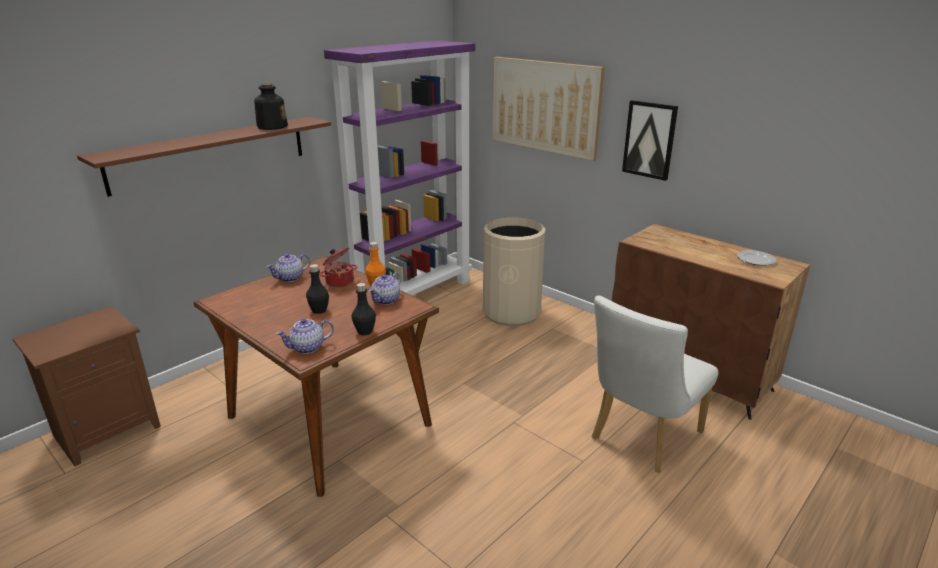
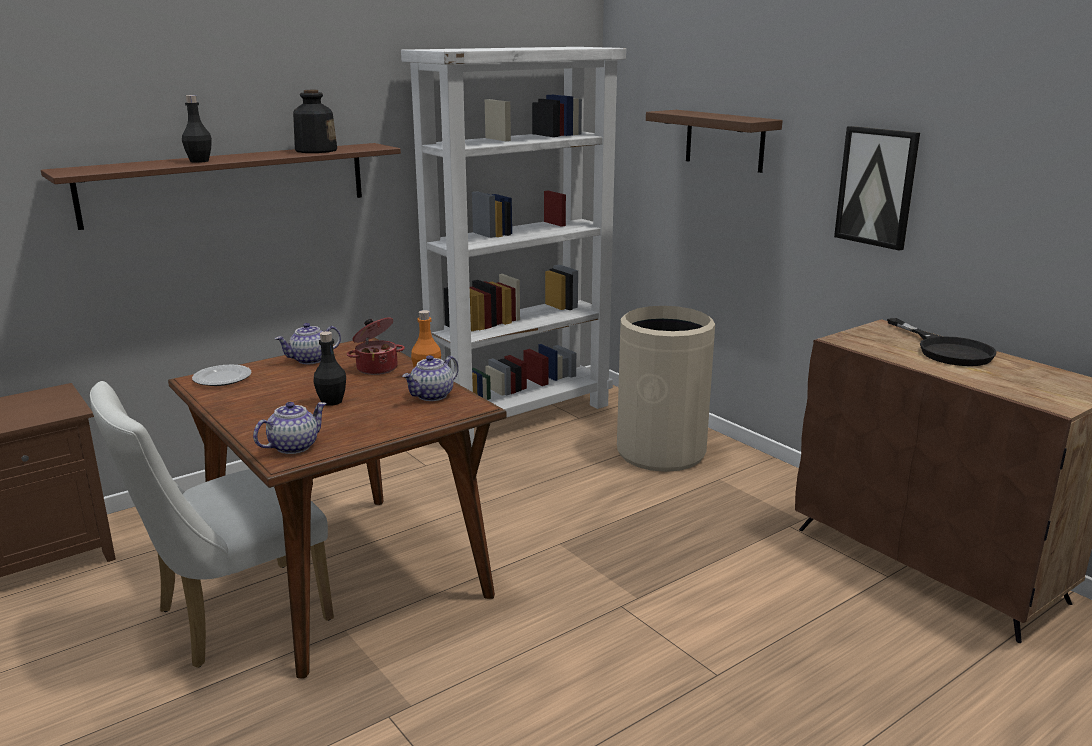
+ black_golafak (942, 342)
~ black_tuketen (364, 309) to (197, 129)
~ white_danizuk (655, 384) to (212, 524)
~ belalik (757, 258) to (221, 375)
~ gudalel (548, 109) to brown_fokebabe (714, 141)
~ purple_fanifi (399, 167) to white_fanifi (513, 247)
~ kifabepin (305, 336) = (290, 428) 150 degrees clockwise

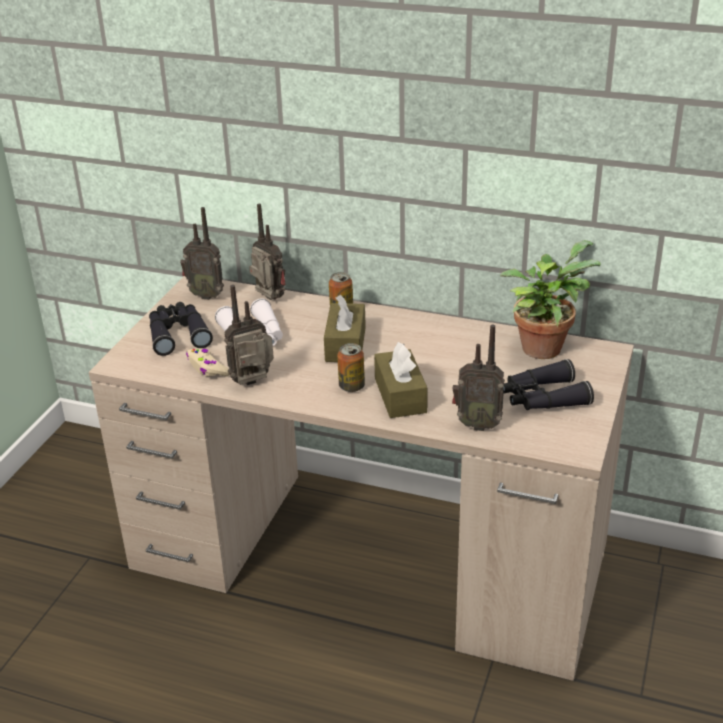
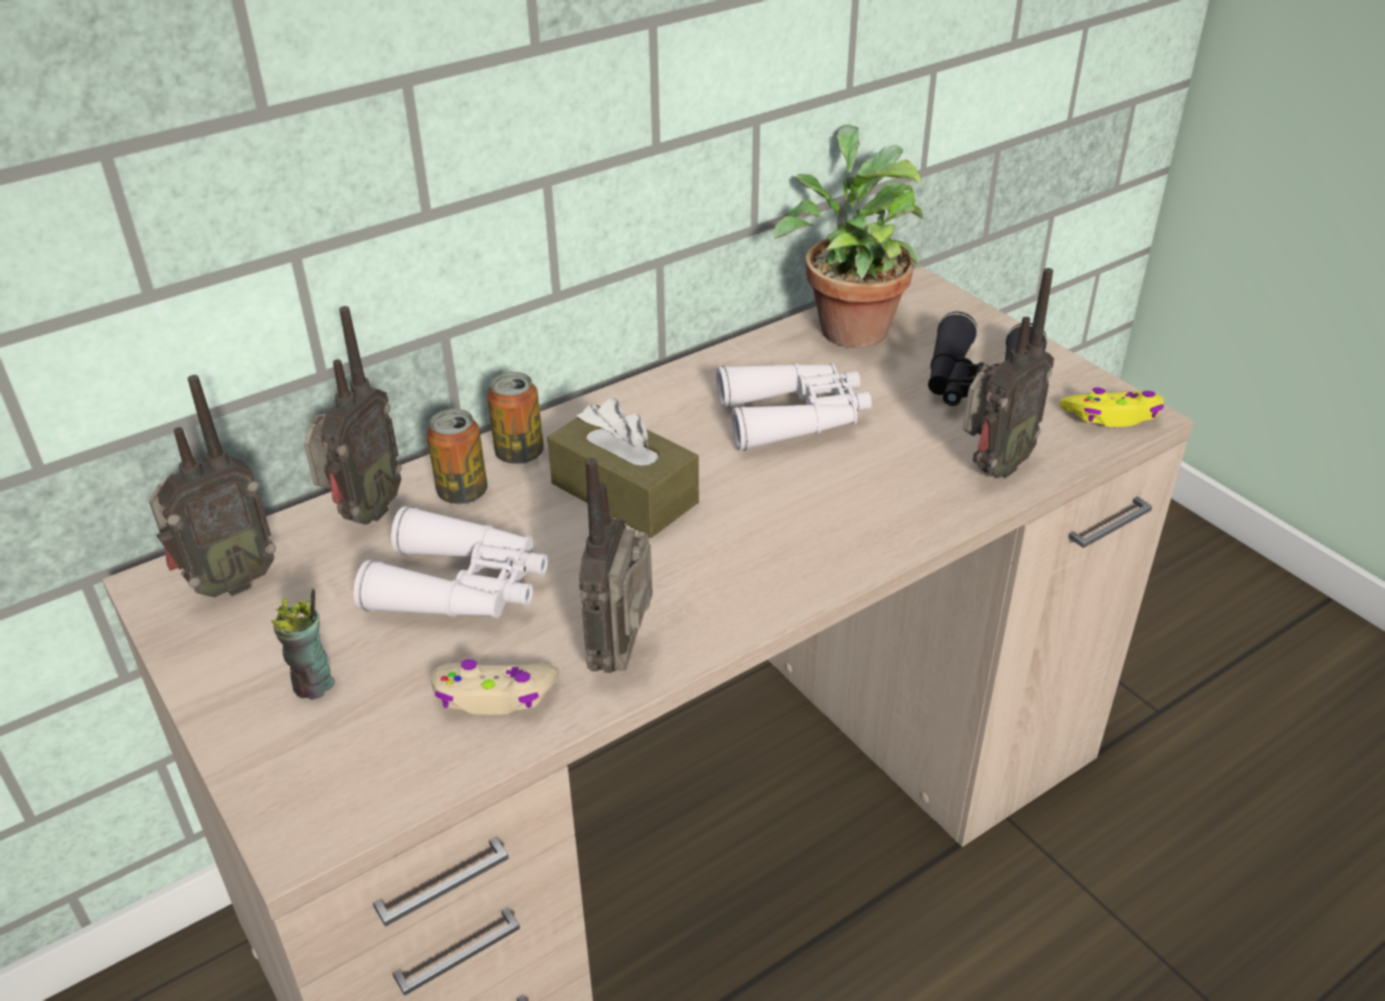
- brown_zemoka (401, 380)
+ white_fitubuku (793, 407)
+ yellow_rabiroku (1112, 407)
~ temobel (351, 367) to (457, 456)
~ black_fitubuku (181, 329) to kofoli (302, 644)
~ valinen (267, 252) = (353, 415) 120 degrees clockwise

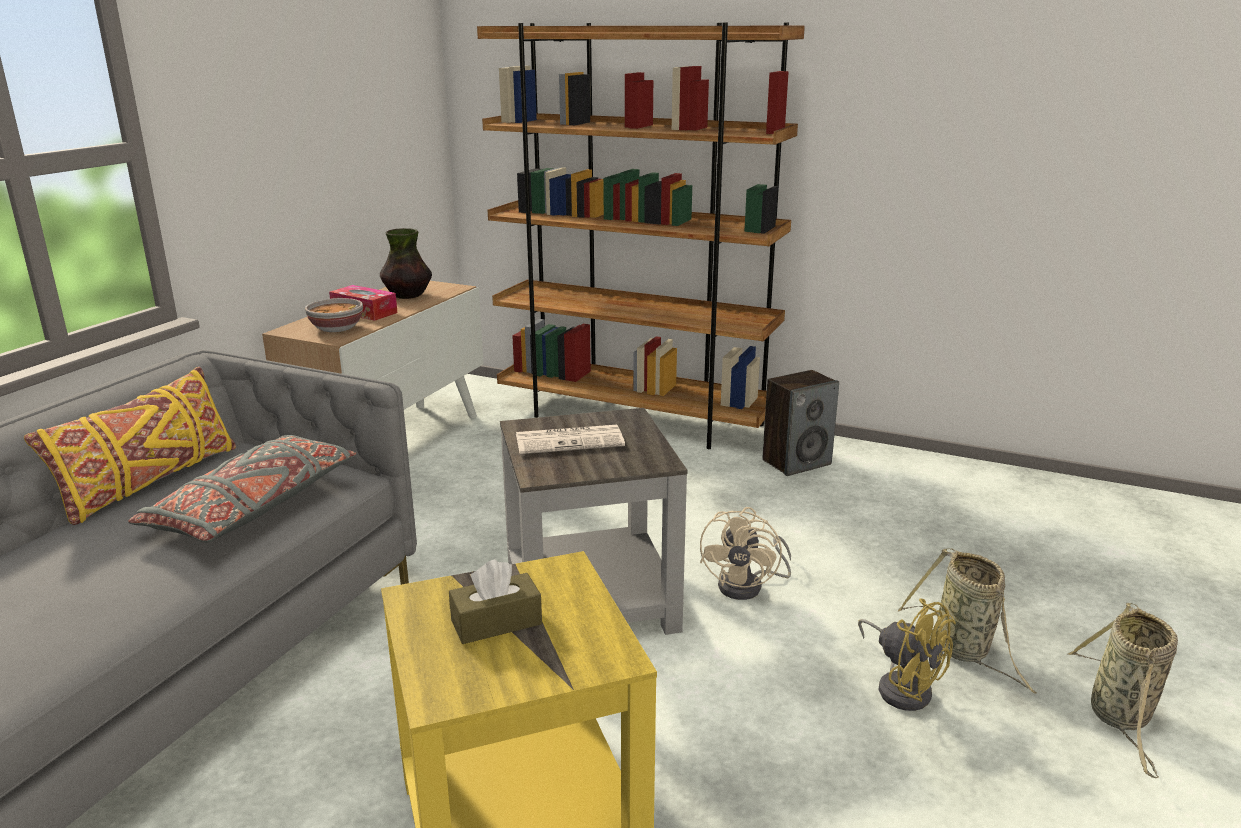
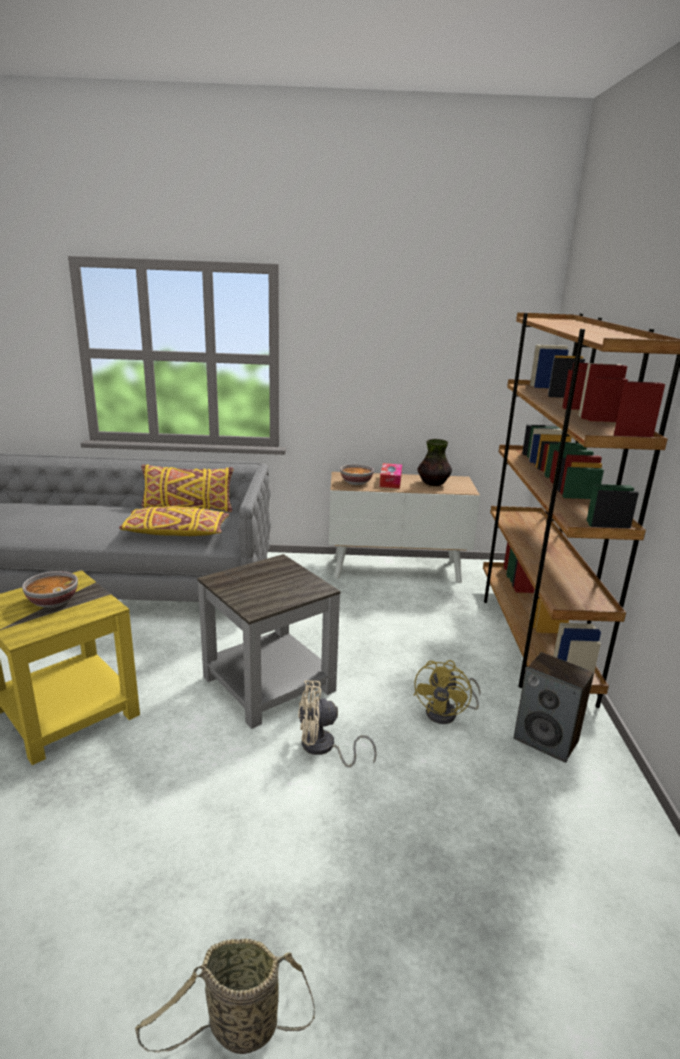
- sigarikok (570, 439)
- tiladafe (967, 621)
~ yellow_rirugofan (907, 654) to (447, 692)
~ brown_zemoka (495, 601) to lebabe (50, 589)
~ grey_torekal (242, 488) to yellow_torekal (174, 521)

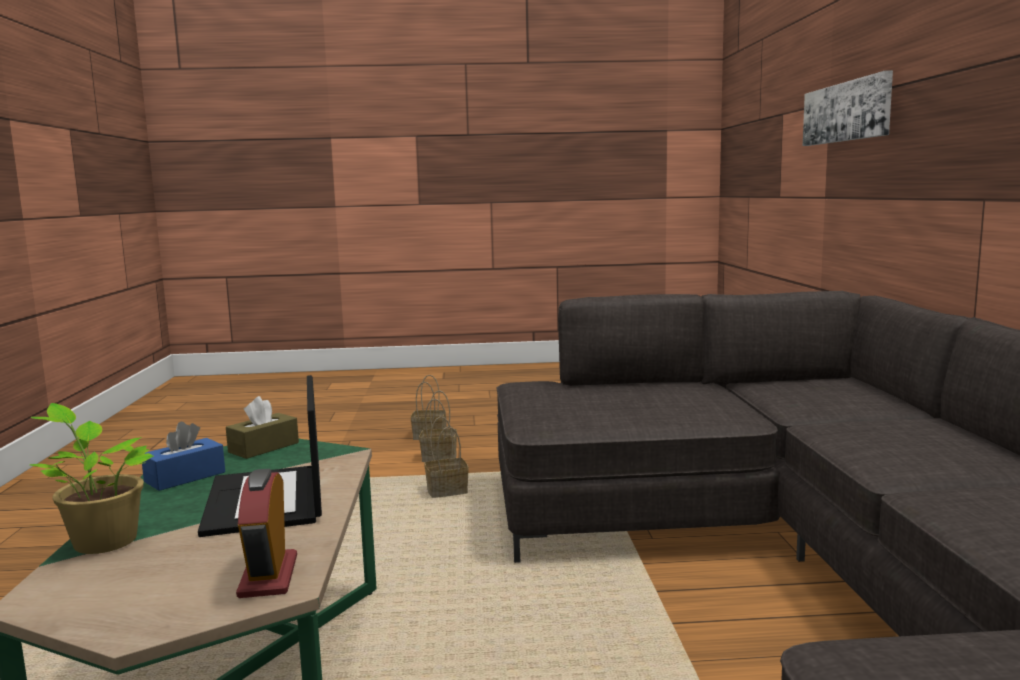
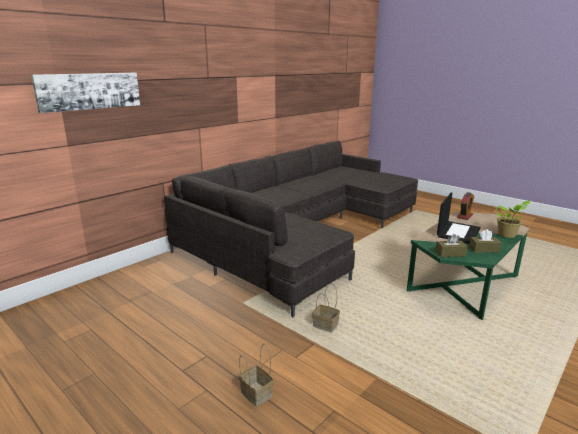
- tiladafe (438, 426)
~ blue_zemoka (183, 456) to brown_zemoka (485, 241)

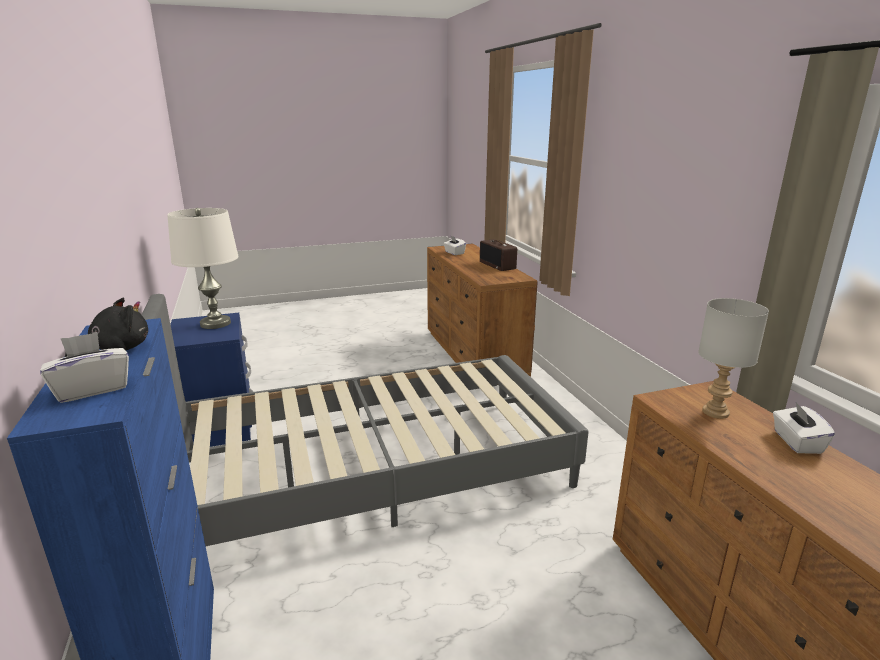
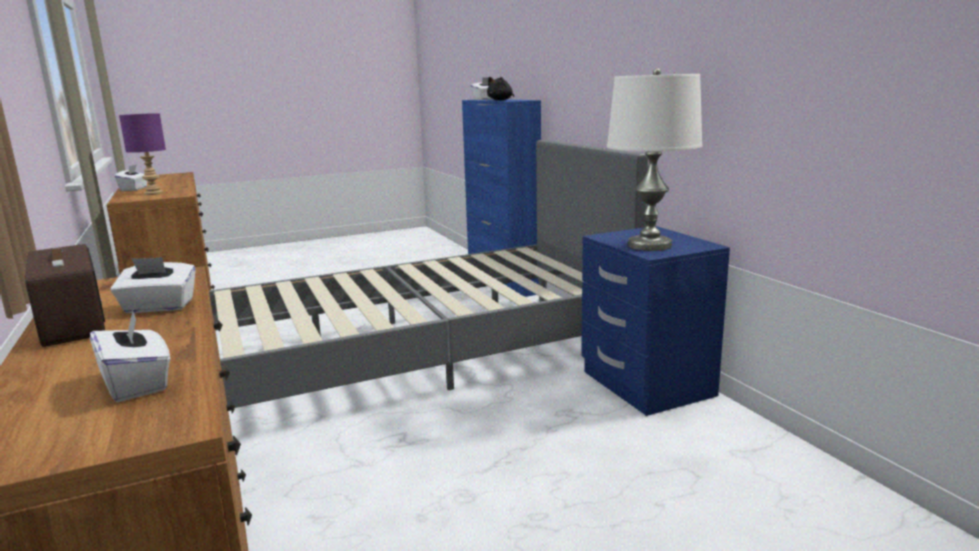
+ white_zemoka (153, 285)
~ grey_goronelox (733, 358) to purple_goronelox (142, 154)

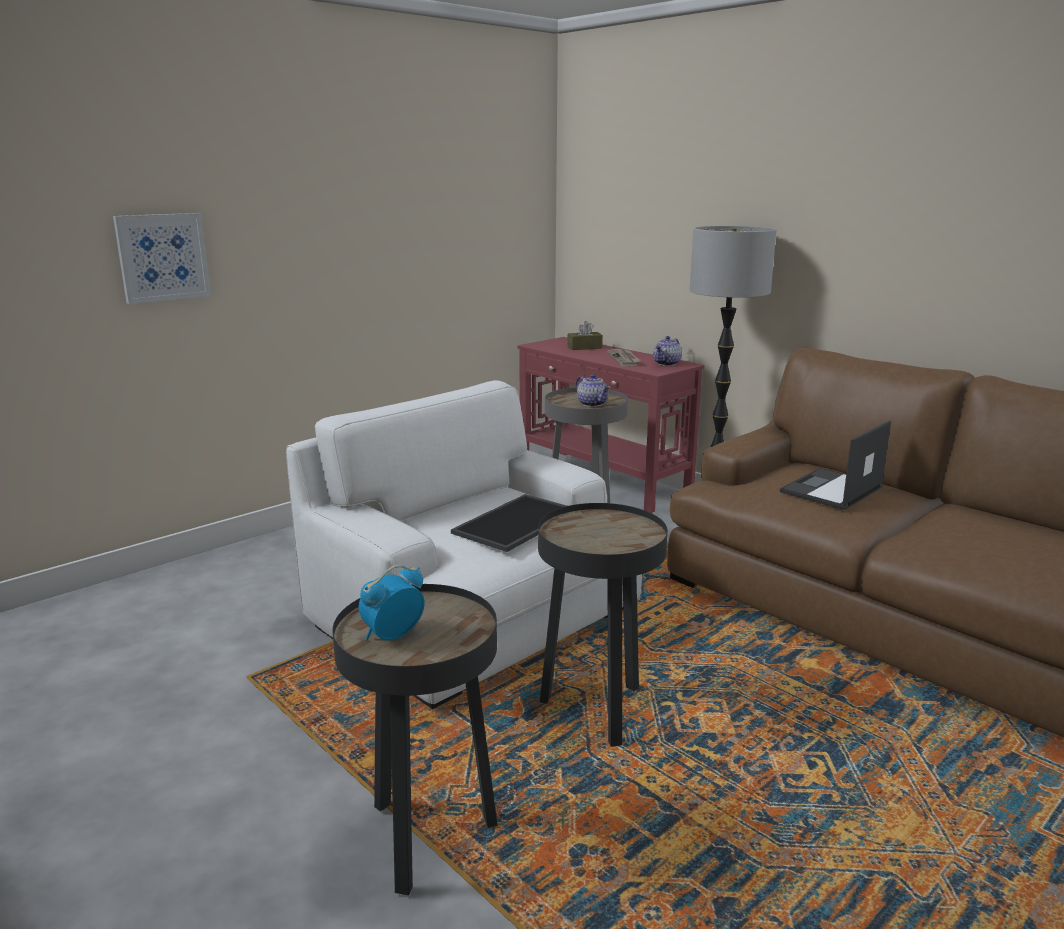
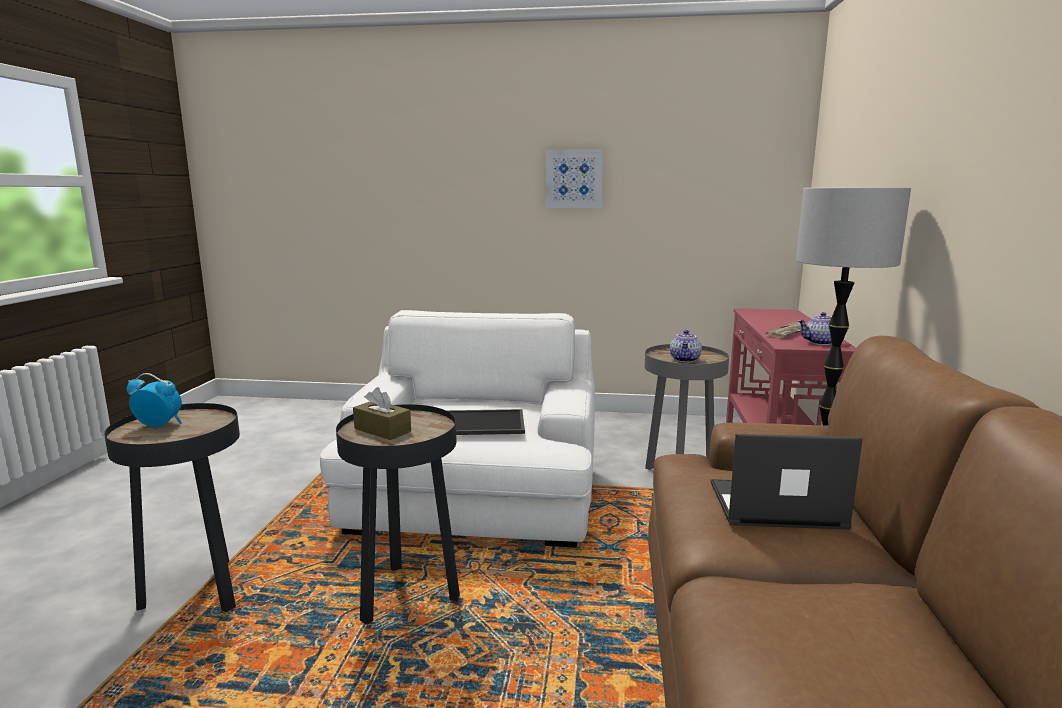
~ gudalel (162, 258) to (574, 178)
~ brown_zemoka (585, 335) to (382, 413)

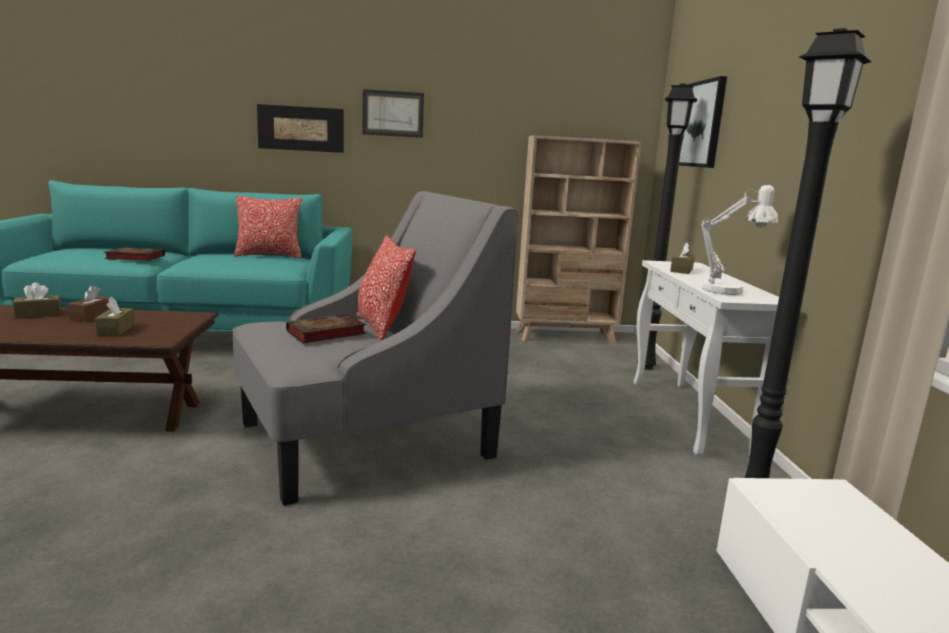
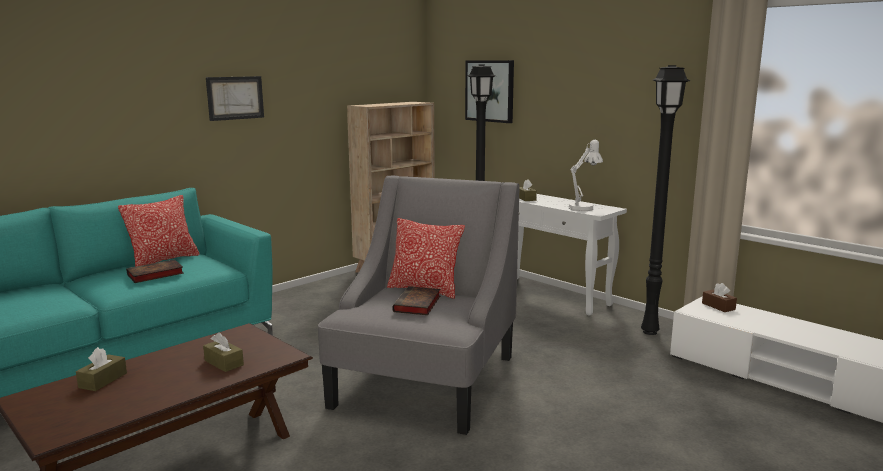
- gudalel (300, 128)
~ brown_zemoka (91, 303) to (719, 297)
~ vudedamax (134, 254) to (155, 271)

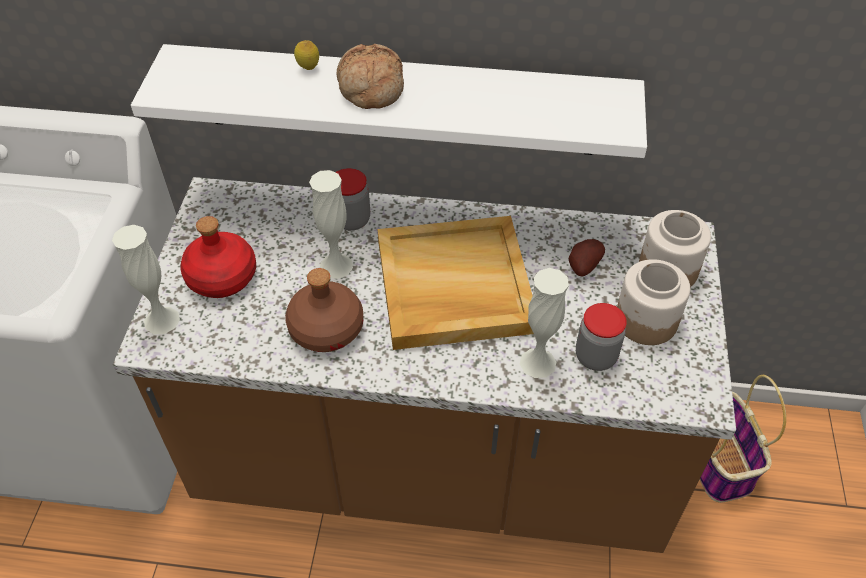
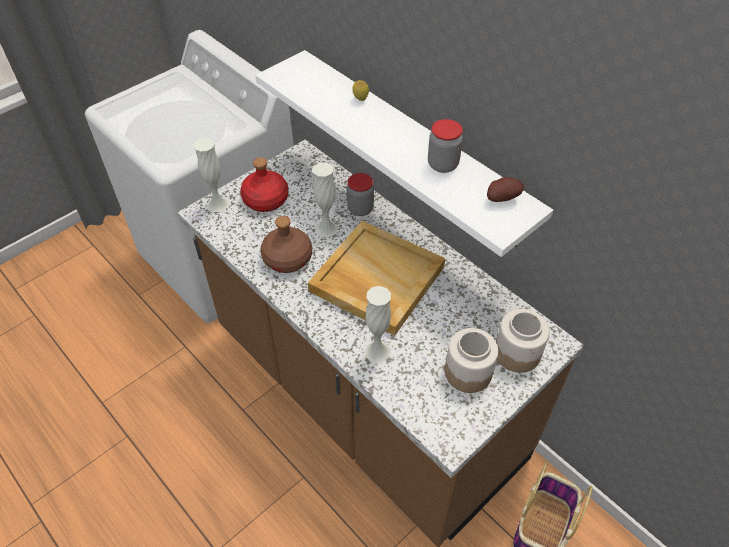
- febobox (370, 76)
~ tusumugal (586, 257) to (505, 189)
~ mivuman (601, 337) to (445, 146)

